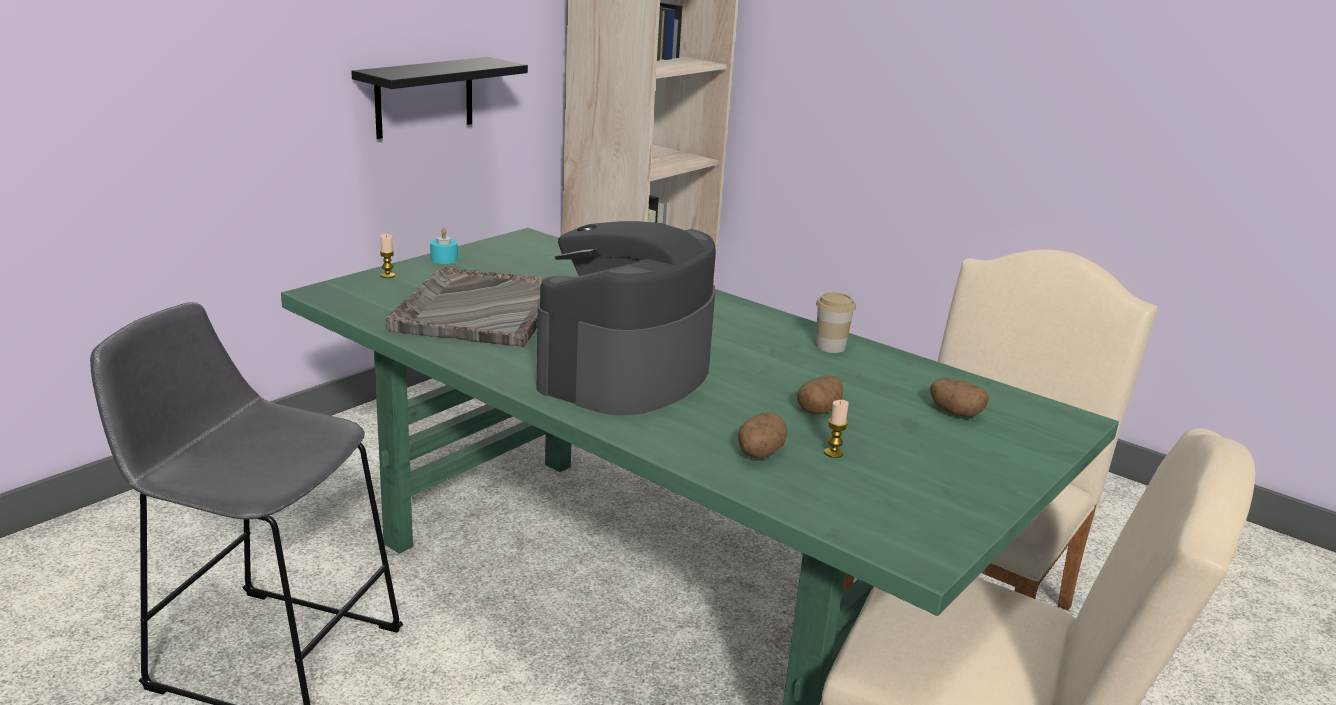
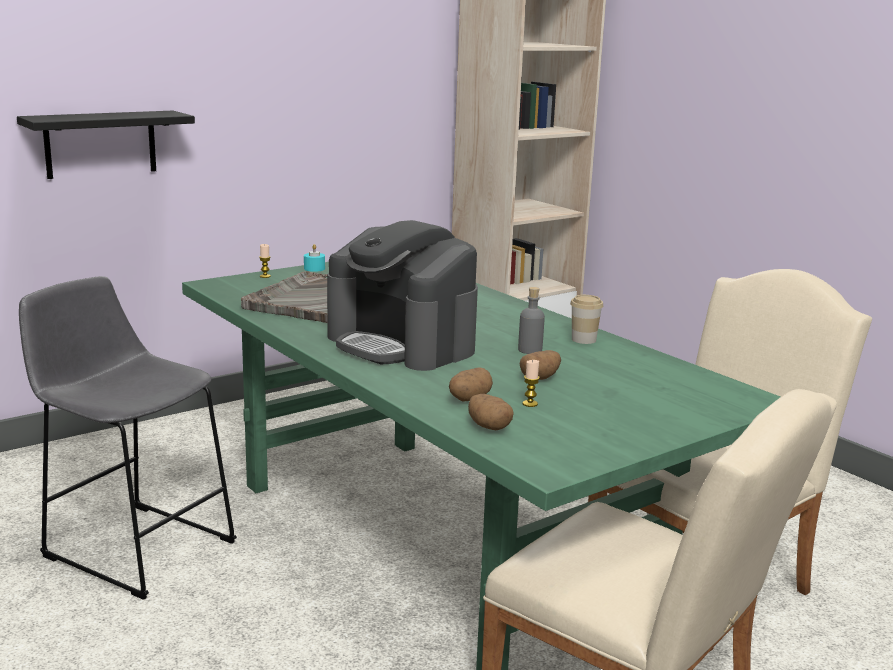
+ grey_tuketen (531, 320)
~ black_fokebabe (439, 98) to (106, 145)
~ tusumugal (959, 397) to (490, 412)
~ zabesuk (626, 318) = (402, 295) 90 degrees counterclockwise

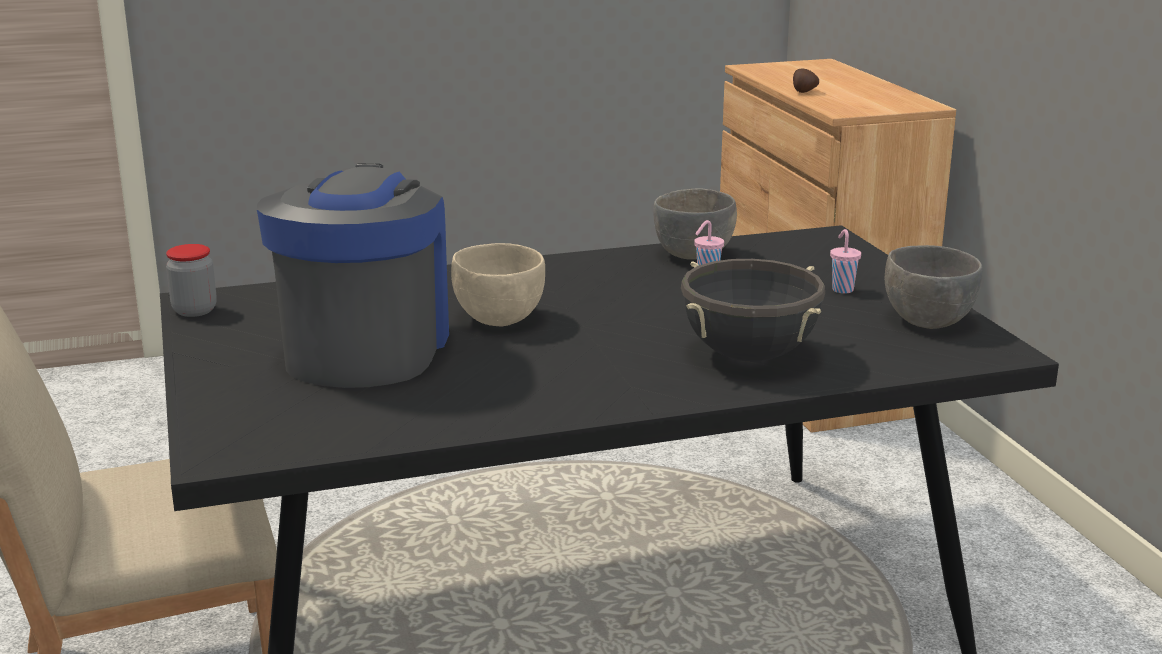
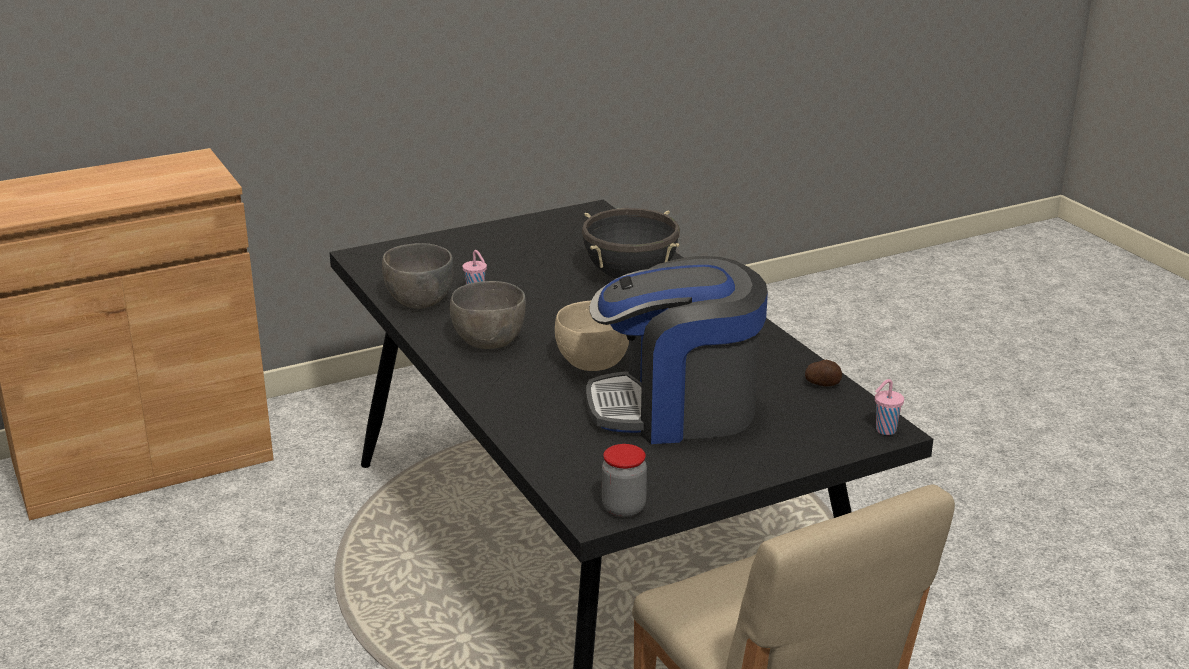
~ tusumugal (806, 80) to (823, 373)
~ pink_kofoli (845, 261) to (889, 407)
~ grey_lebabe (934, 287) to (488, 315)

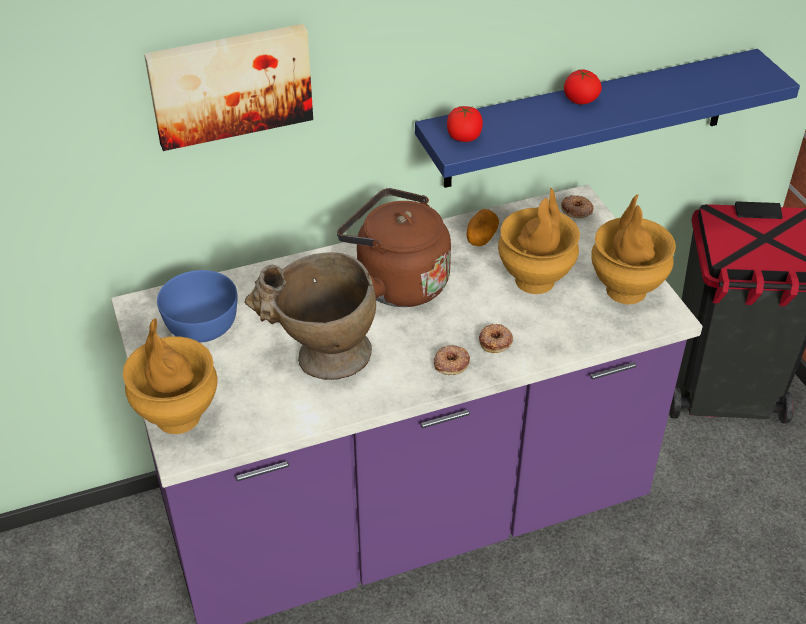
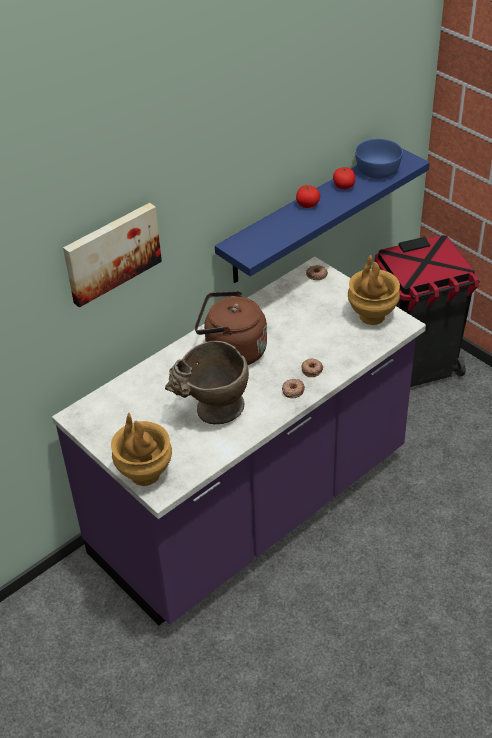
- tusumugal (482, 227)
- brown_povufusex (539, 241)
~ blue_lebabe (197, 306) to (379, 159)
~ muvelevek (465, 124) to (344, 178)

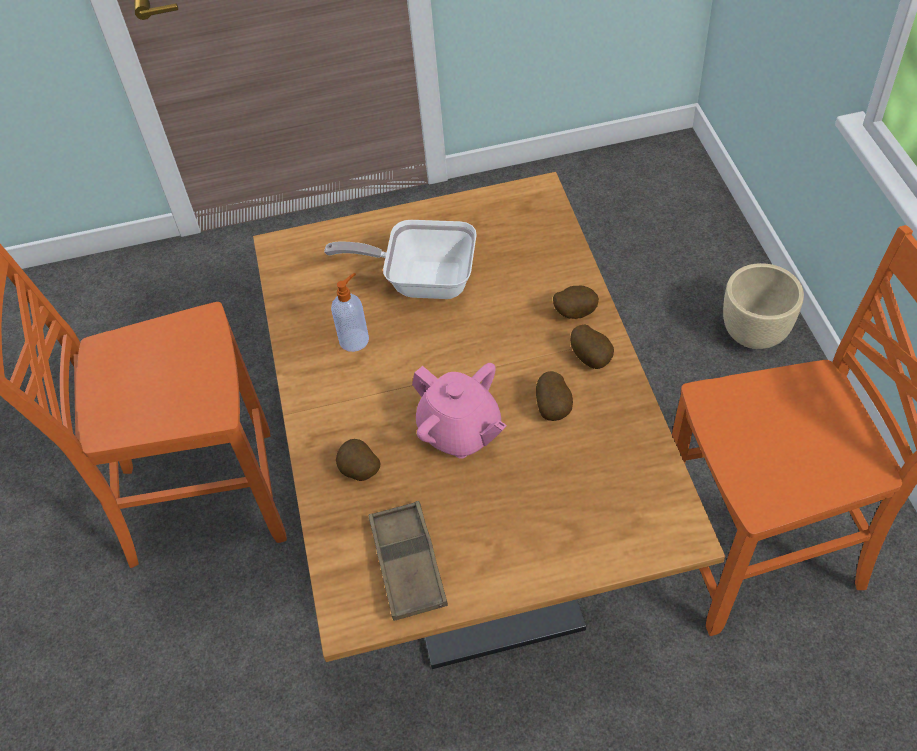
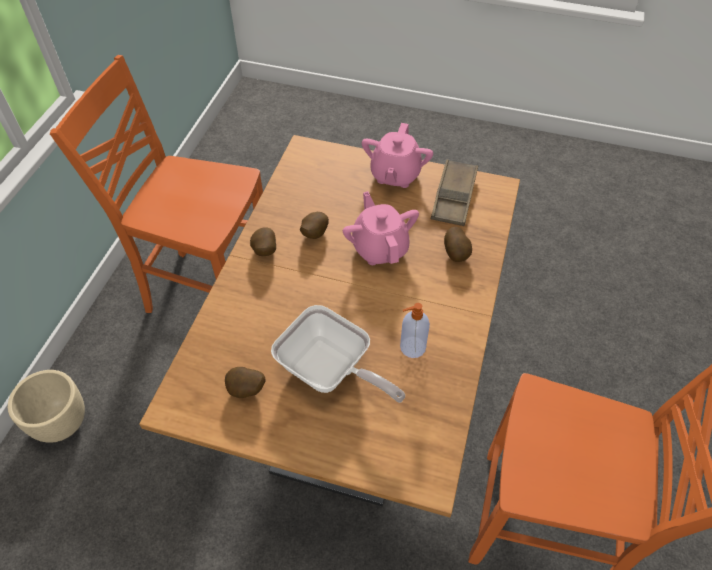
+ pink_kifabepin (397, 155)
~ tusumugal (576, 302) to (245, 382)

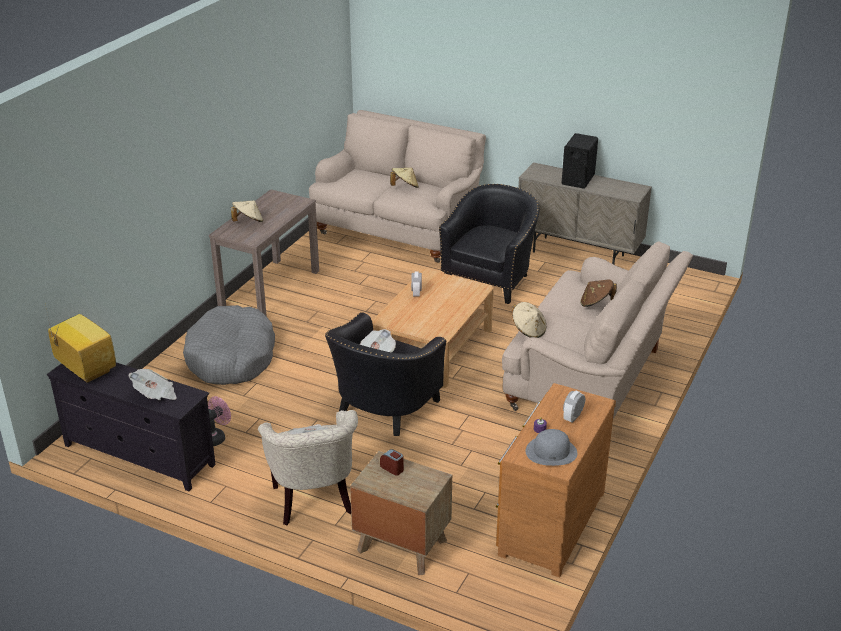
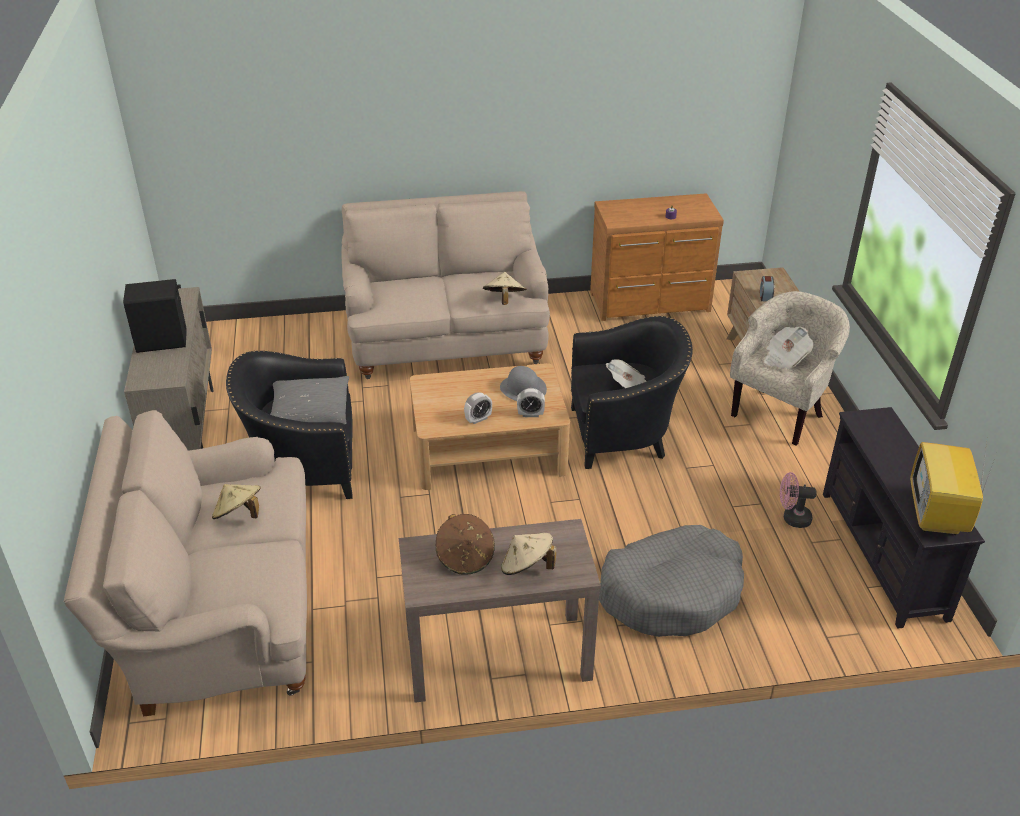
- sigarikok (153, 384)
+ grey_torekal (309, 400)
~ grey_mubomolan (551, 447) to (523, 383)
~ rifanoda (574, 407) to (531, 402)
~ brown_mubomolan (598, 293) to (465, 544)

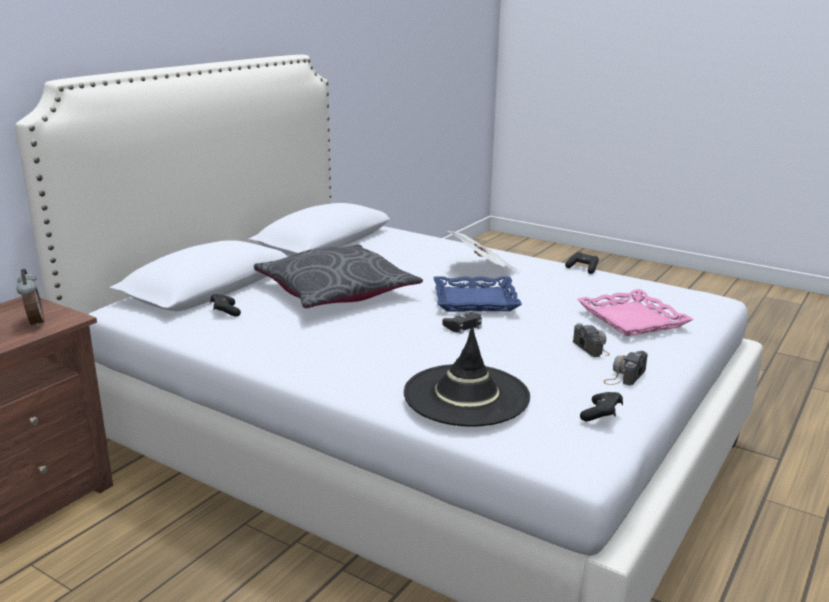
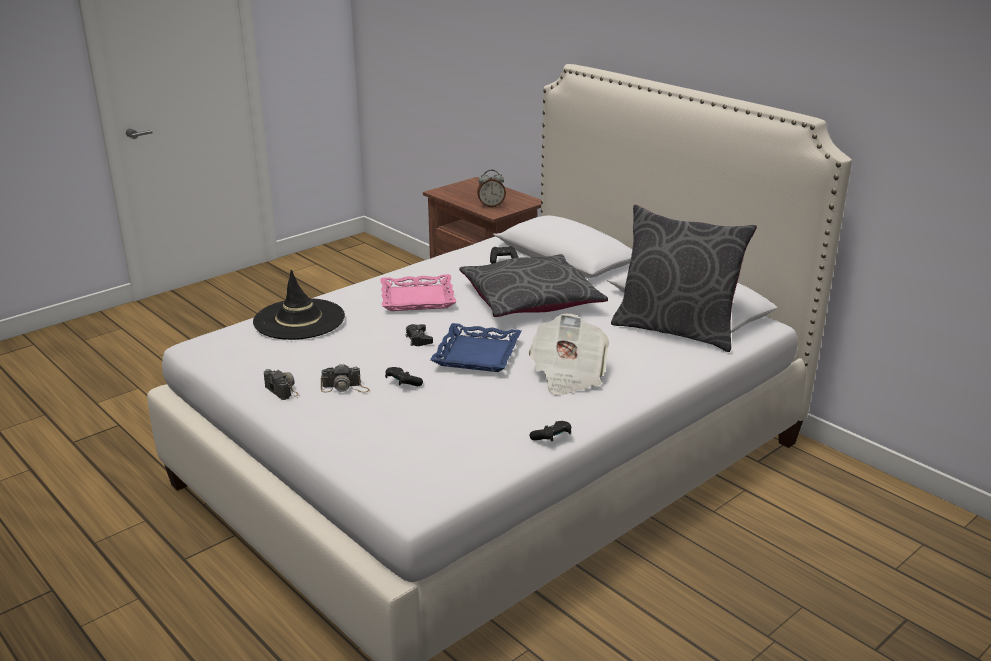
+ grey_torekal (684, 278)
~ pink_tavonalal (635, 312) to (418, 292)
~ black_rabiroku (601, 406) to (404, 376)

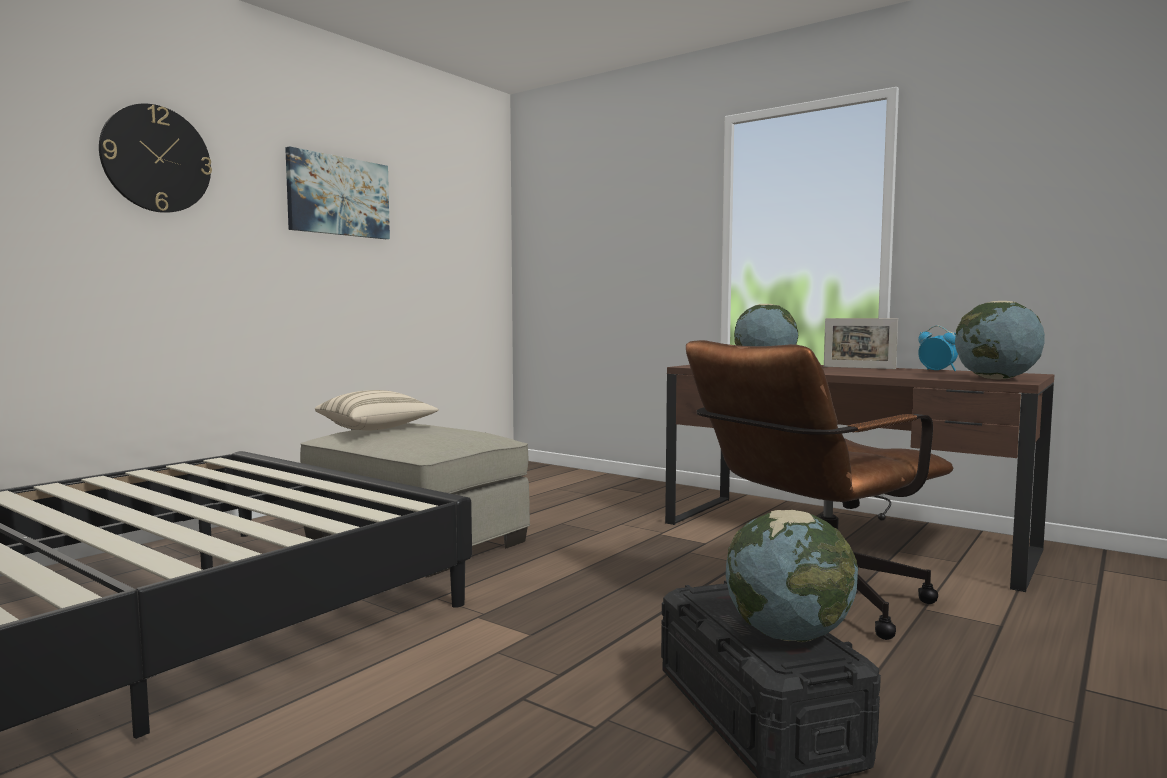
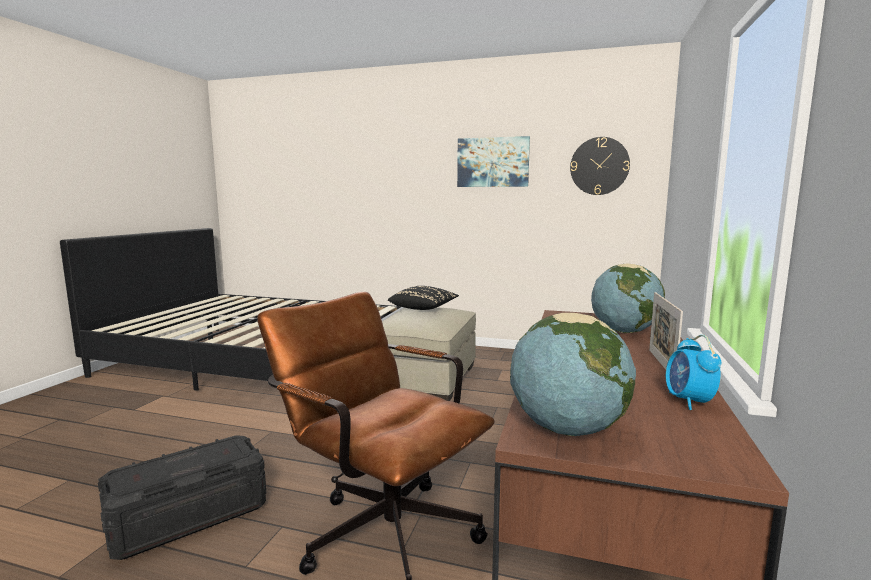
- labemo (792, 576)
~ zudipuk (155, 158) to (600, 166)
~ beige_torekal (377, 410) to black_torekal (423, 298)
~ rifanoda (938, 348) = (693, 372) 150 degrees clockwise

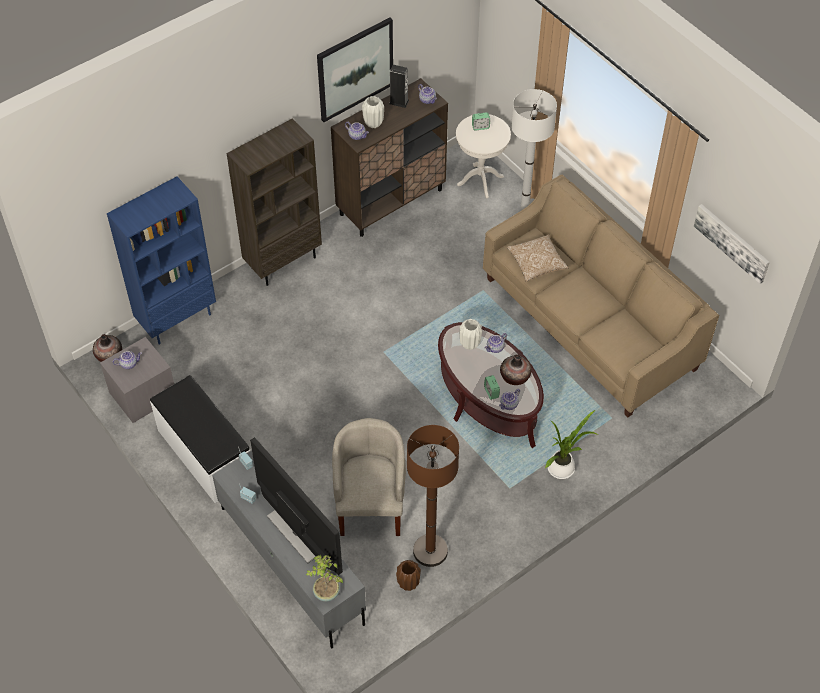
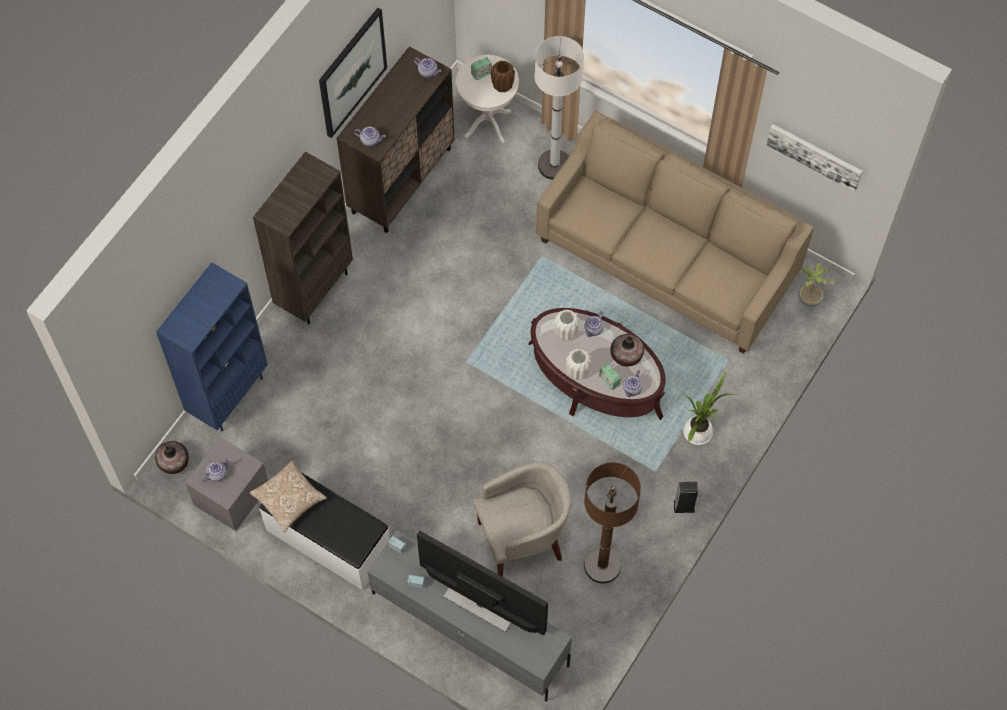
~ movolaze (324, 578) to (818, 285)
~ white_povufusex (373, 112) to (578, 364)
~ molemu (399, 86) to (685, 497)
~ brown_povufusex (408, 575) to (503, 76)
~ torekal (538, 258) to (288, 496)
~ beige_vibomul (369, 477) = (522, 519) 90 degrees clockwise

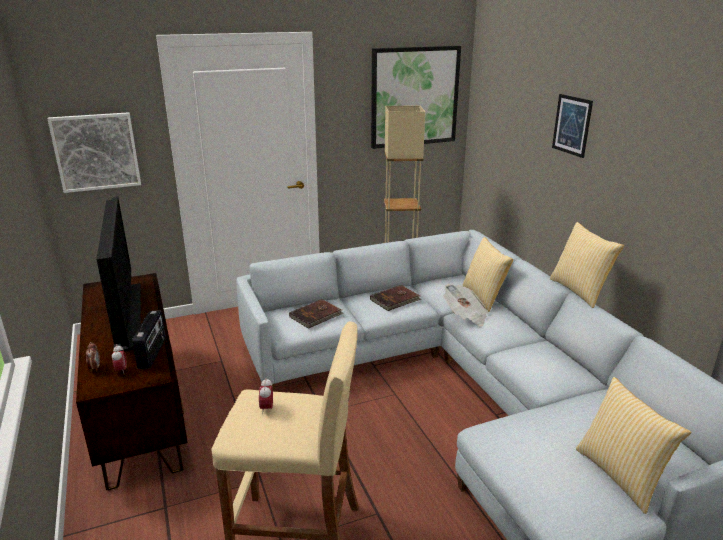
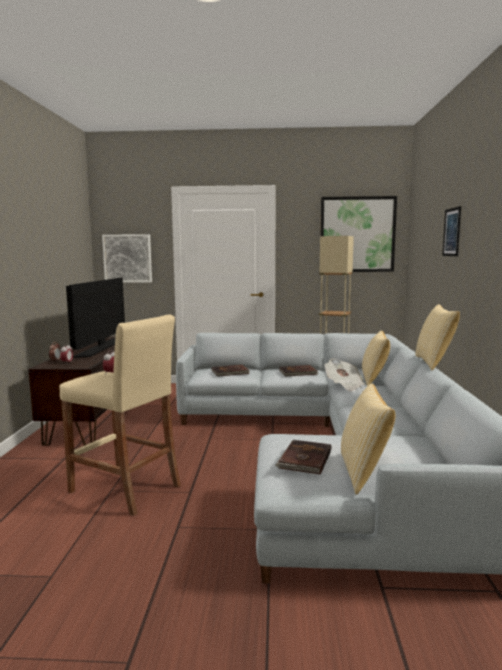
- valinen (149, 340)
+ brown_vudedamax (303, 457)

